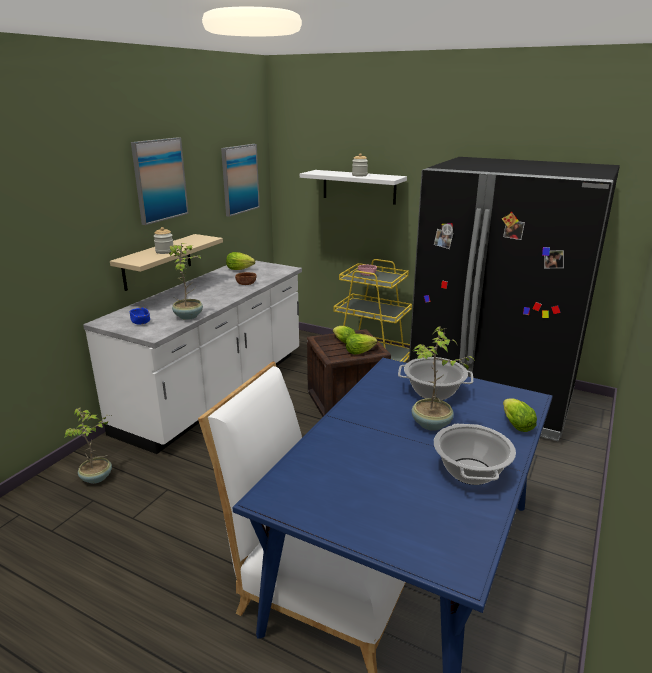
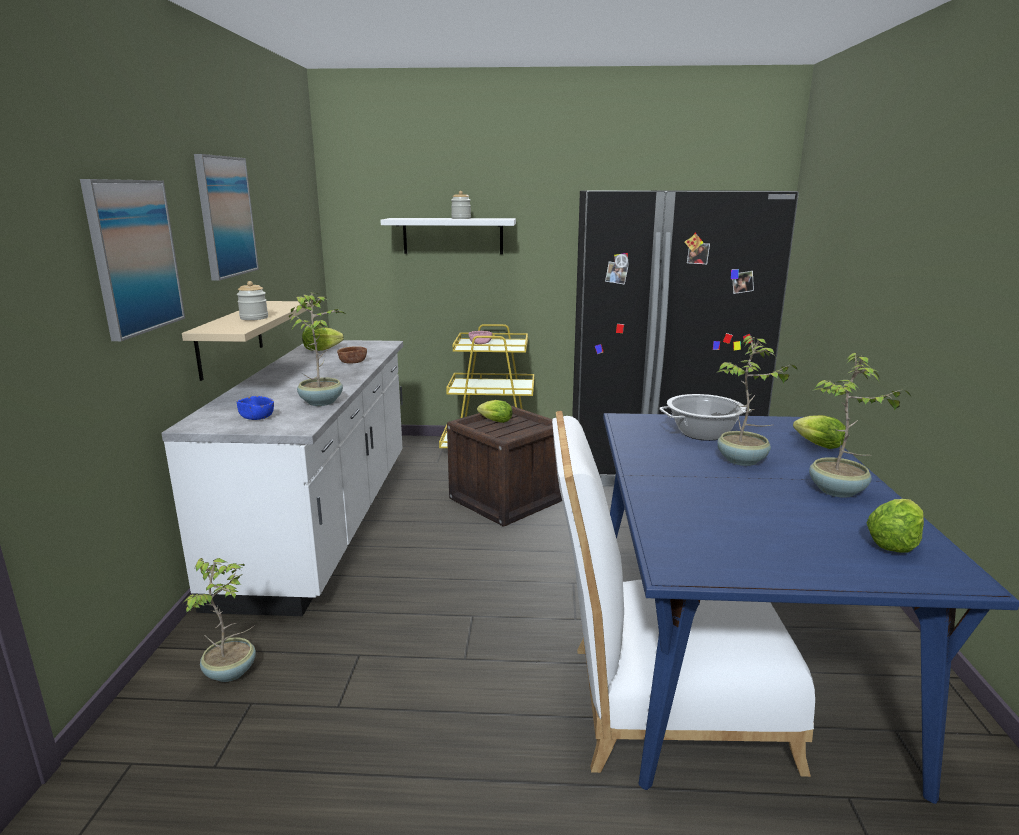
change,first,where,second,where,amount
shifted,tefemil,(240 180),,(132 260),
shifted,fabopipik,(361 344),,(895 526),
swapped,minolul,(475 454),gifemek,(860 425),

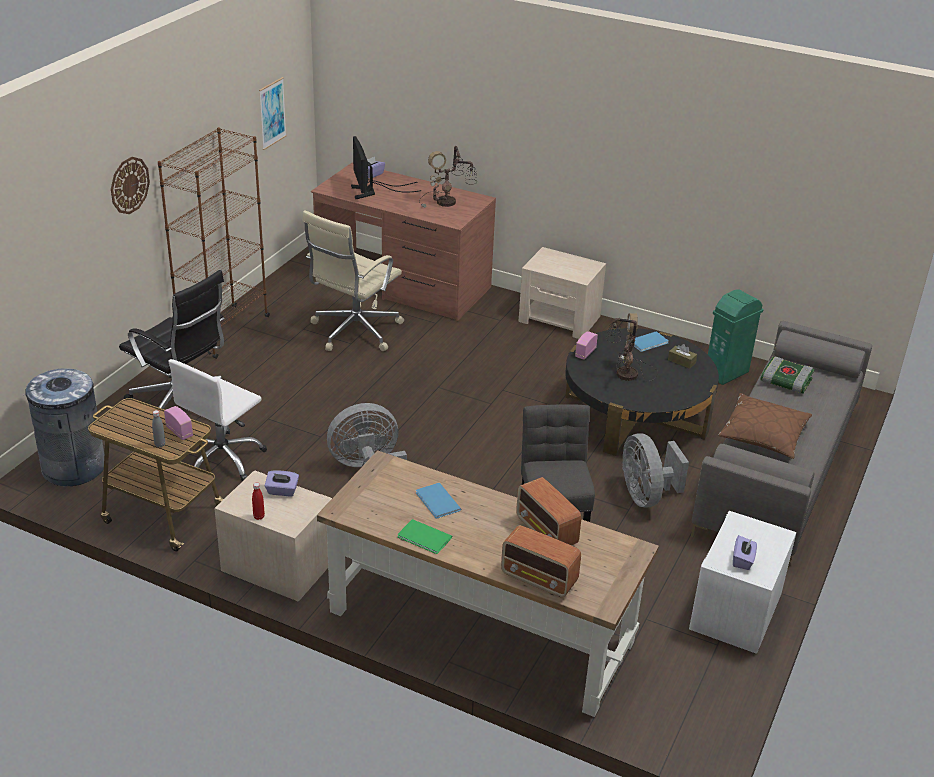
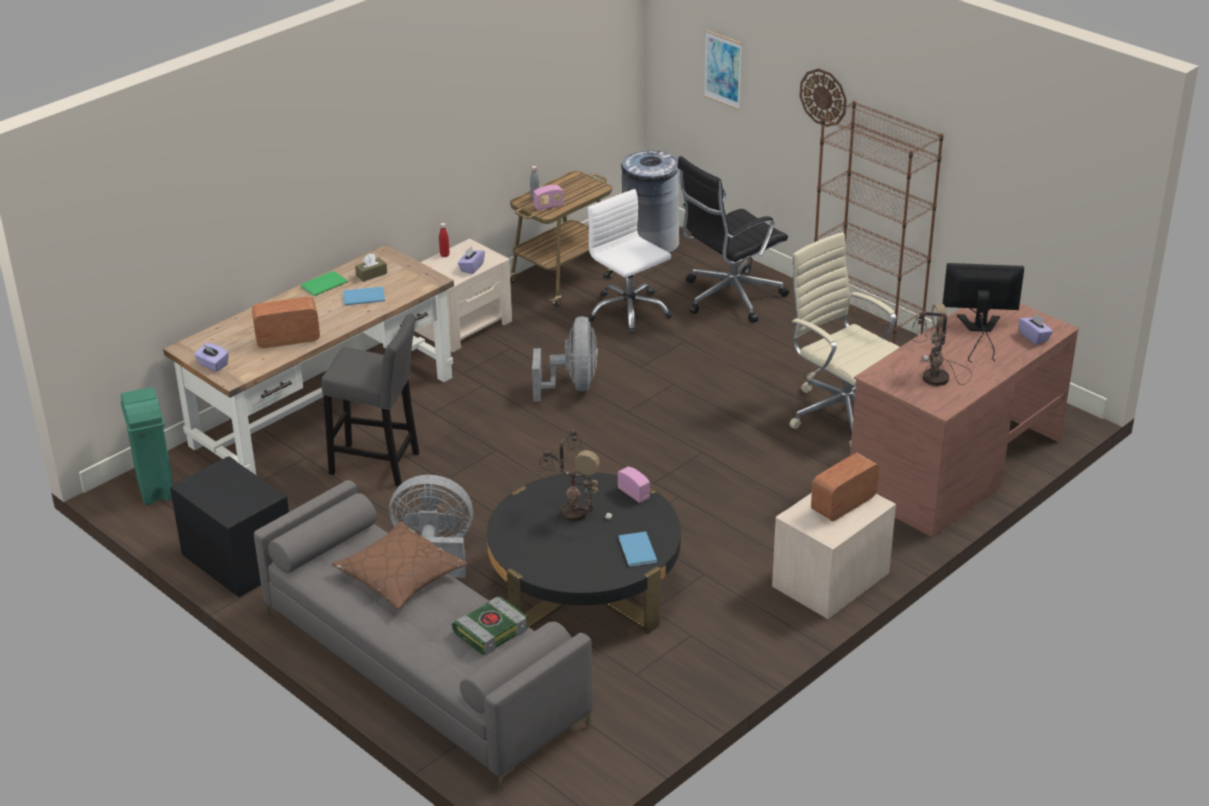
change,first,where,second,where,amount
shifted,tefemil,(273 113),,(723 70),
shifted,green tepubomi,(736 337),,(146 446),
shifted,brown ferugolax,(682 356),,(371 268),
repainted,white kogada,(742 582),black kogada,(229 526),
shifted,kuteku,(541 561),,(845 487),
shifted,purple ferugolax,(745 552),,(211 357),

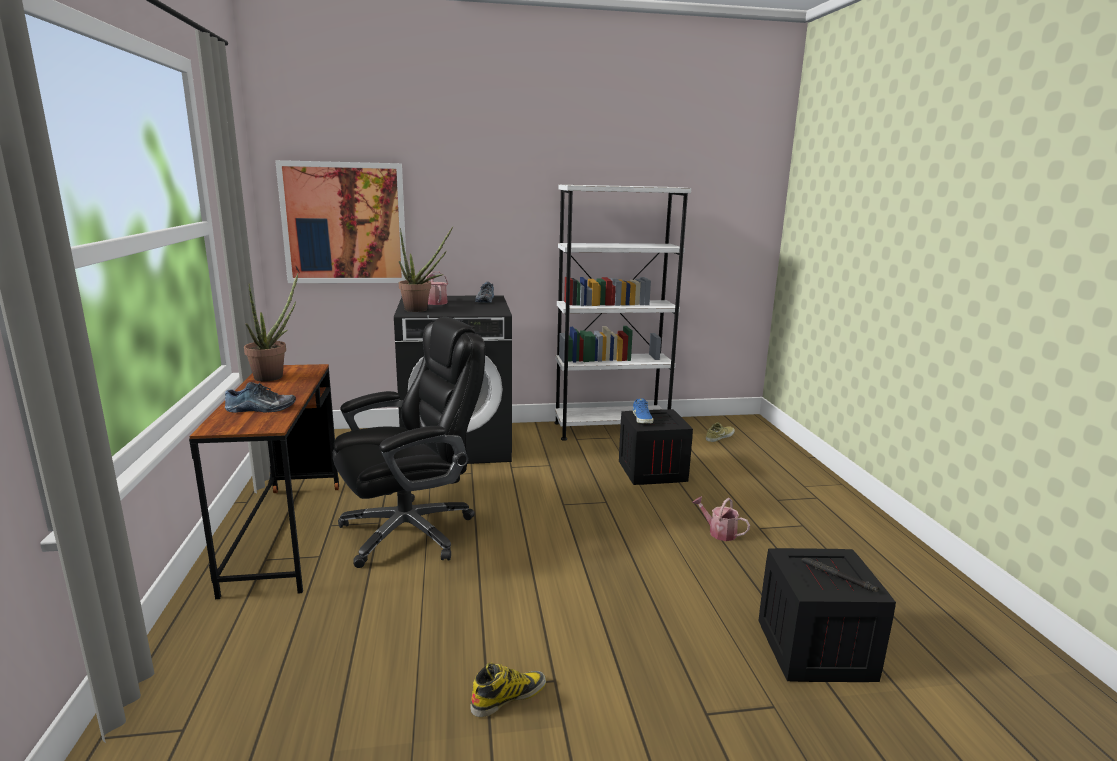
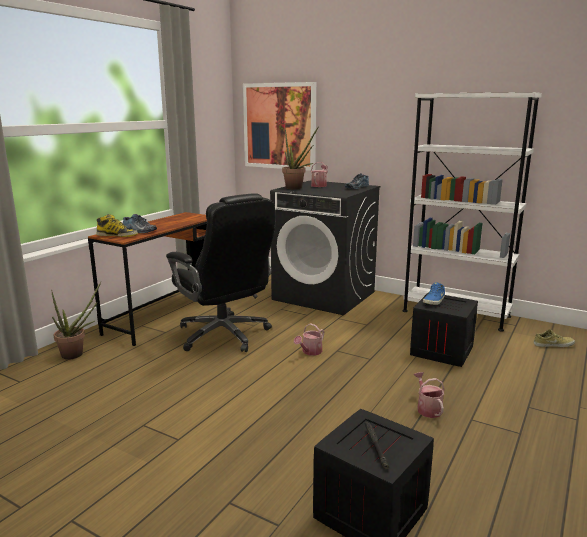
change,first,where,second,where,amount
shifted,gifemek,(271 327),,(76 321),
rotated,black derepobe,(409 442),,(220 272),45 degrees clockwise
shifted,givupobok,(508 689),,(117 225),
new,,,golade,(309 339),

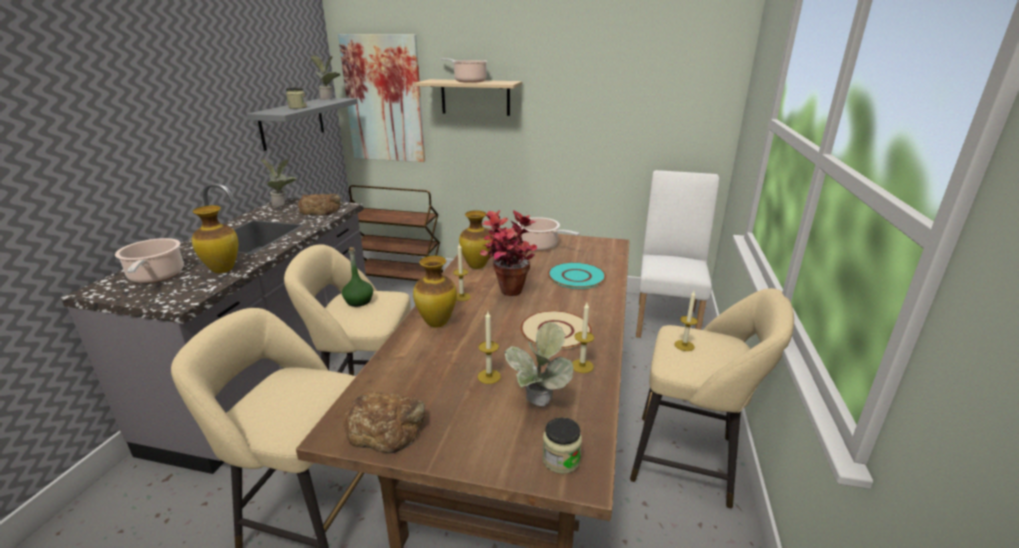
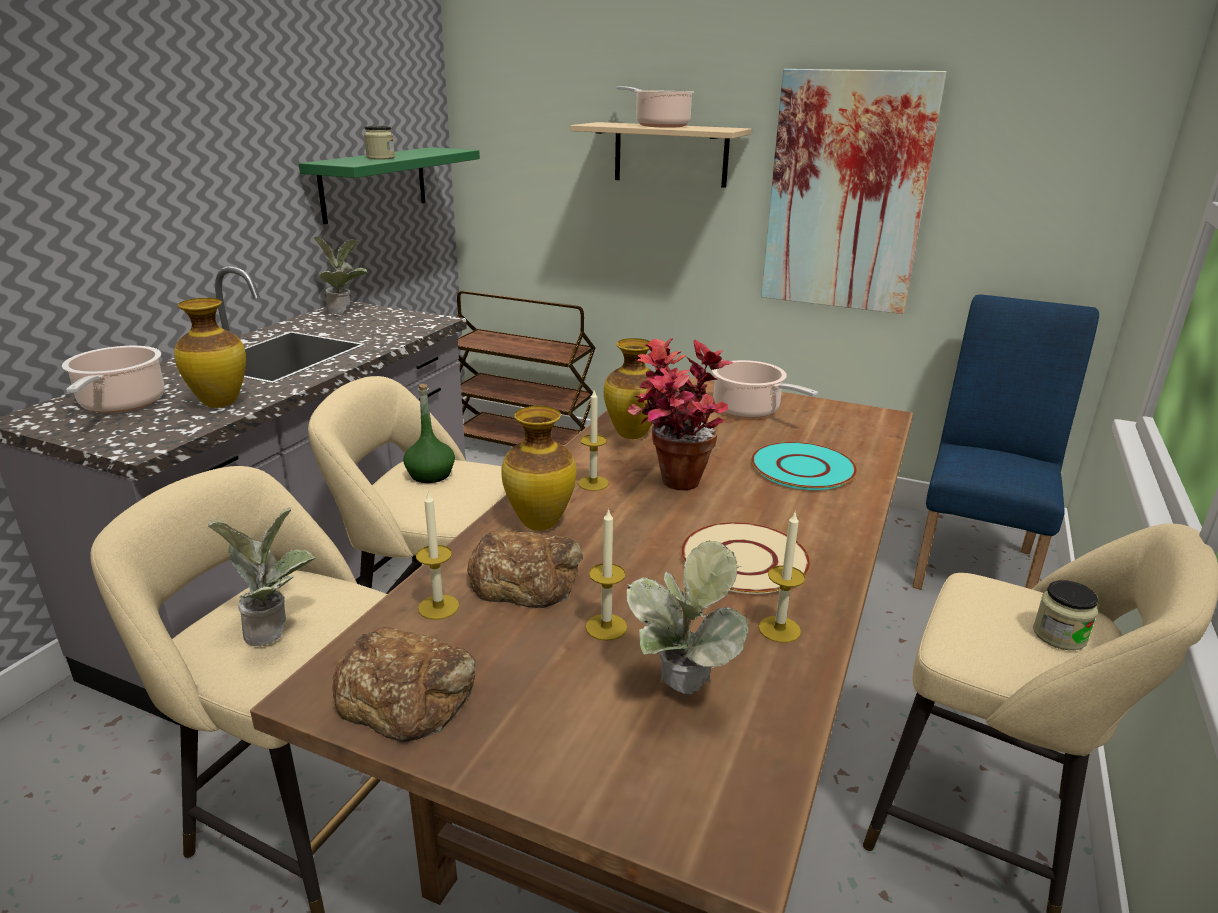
change,first,where,second,where,amount
shifted,tefemil,(381 98),,(854 191),
shifted,gifemek,(325 77),,(261 577),
repainted,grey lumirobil,(301 124),green lumirobil,(389 185),
repainted,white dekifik,(677 254),blue dekifik,(1005 442),
shifted,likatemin,(319 204),,(525 569),
shifted,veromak,(686 321),,(437 556),
shifted,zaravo,(562 445),,(1065 615),

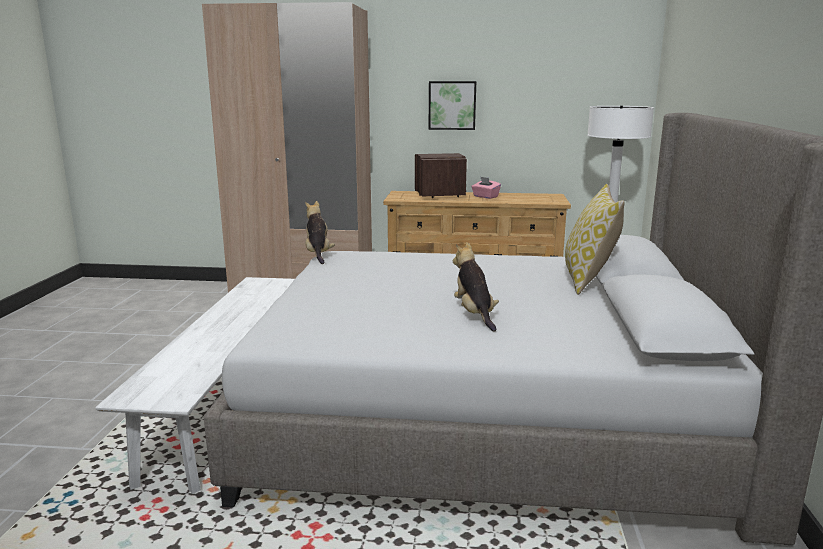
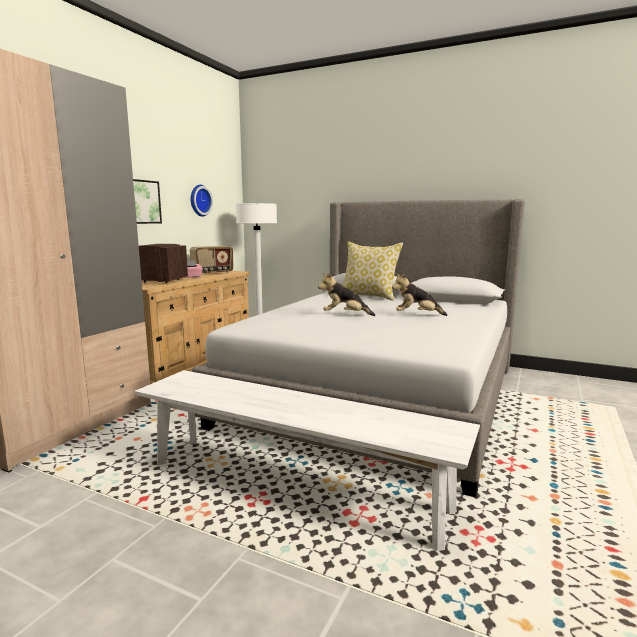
change,first,where,second,where,amount
shifted,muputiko,(320 232),,(347 294),
new,,,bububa,(201 201),
new,,,kuteku,(211 260),

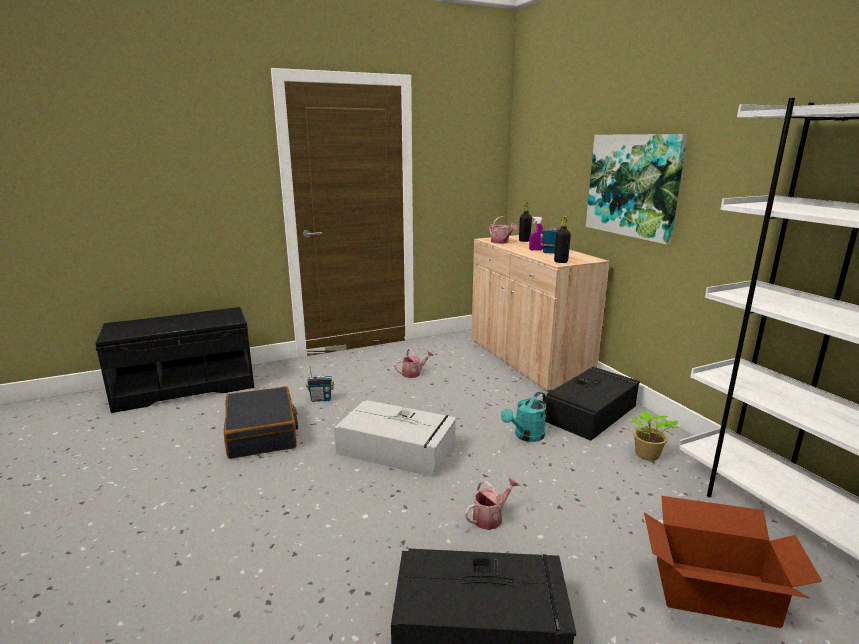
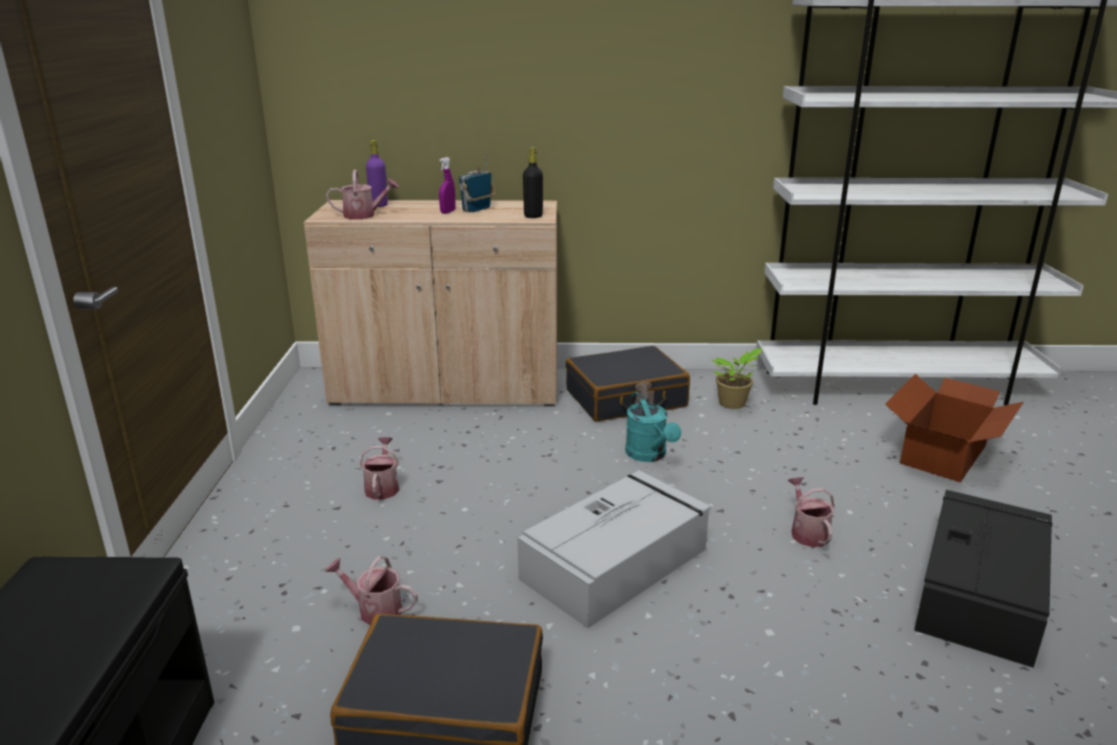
change,first,where,second,where,amount
gone,tefemil,(637 189),,,
repainted,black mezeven,(525 222),purple mezeven,(377 173),
swapped,kuteku,(320 383),golade,(371 590),
swapped,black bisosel,(592 404),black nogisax,(628 383),

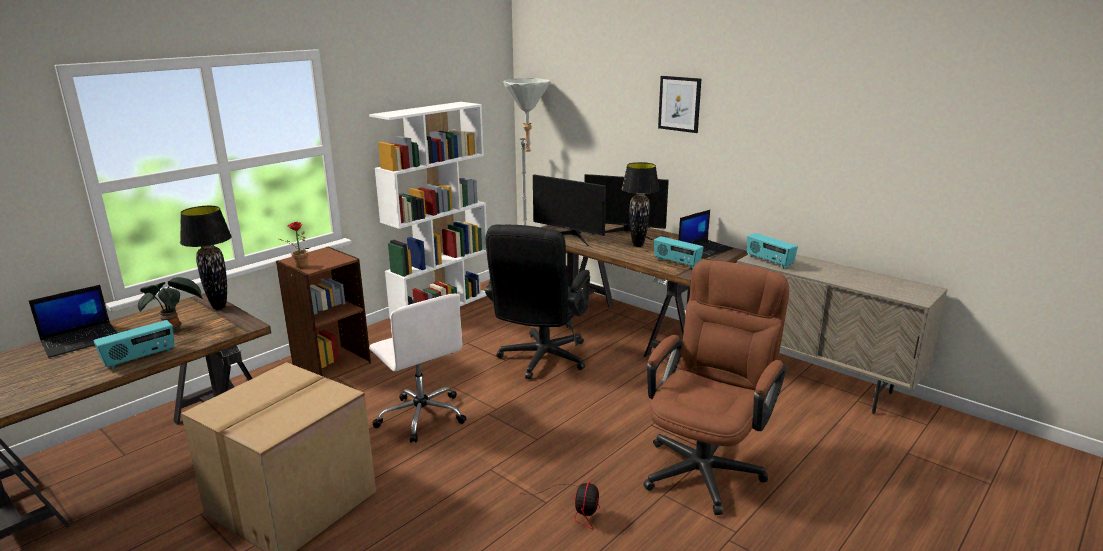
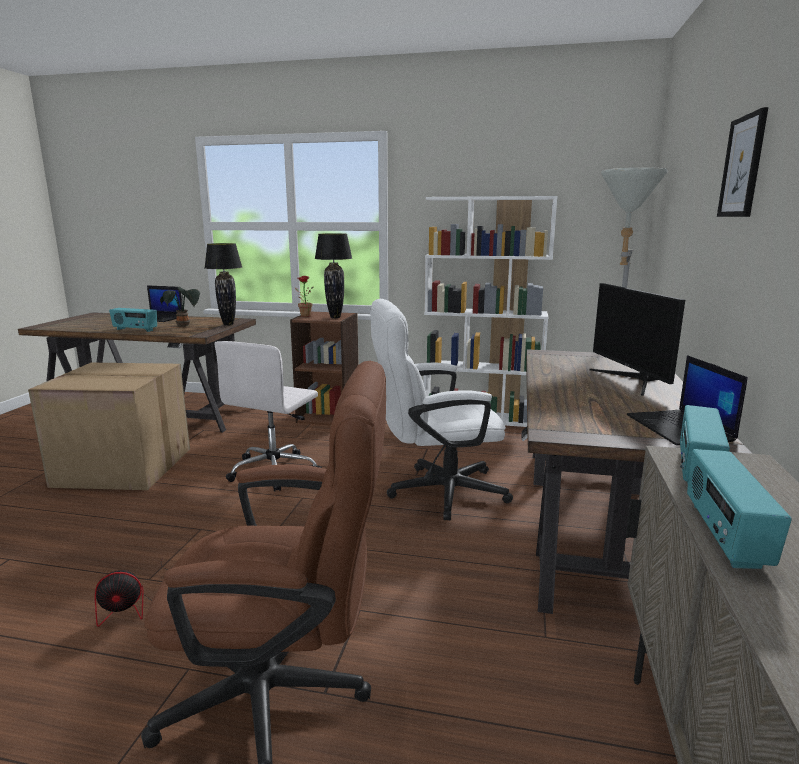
change,first,where,second,where,amount
shifted,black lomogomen,(640 204),,(333 275),
gone,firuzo,(569 210),,,
rotated,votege,(706 234),,(687 400),60 degrees clockwise
repainted,black derepobe,(537 301),white derepobe,(441 410),
shifted,kuteku,(678 252),,(739 509),

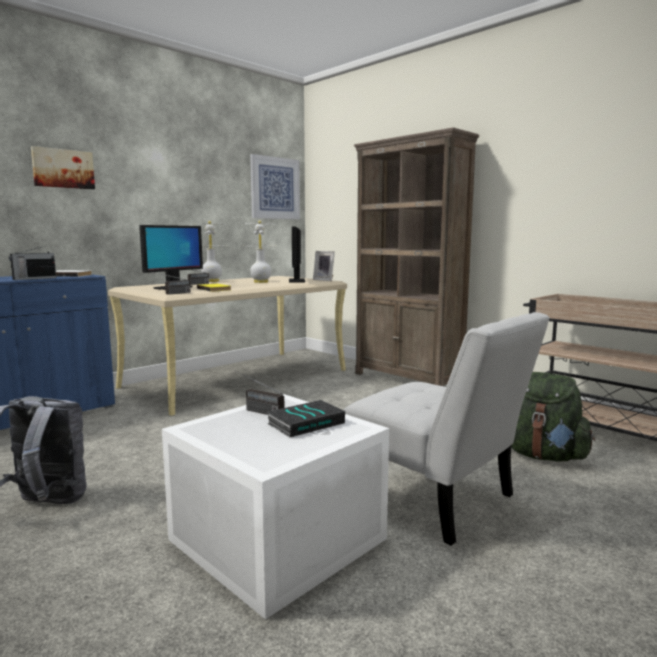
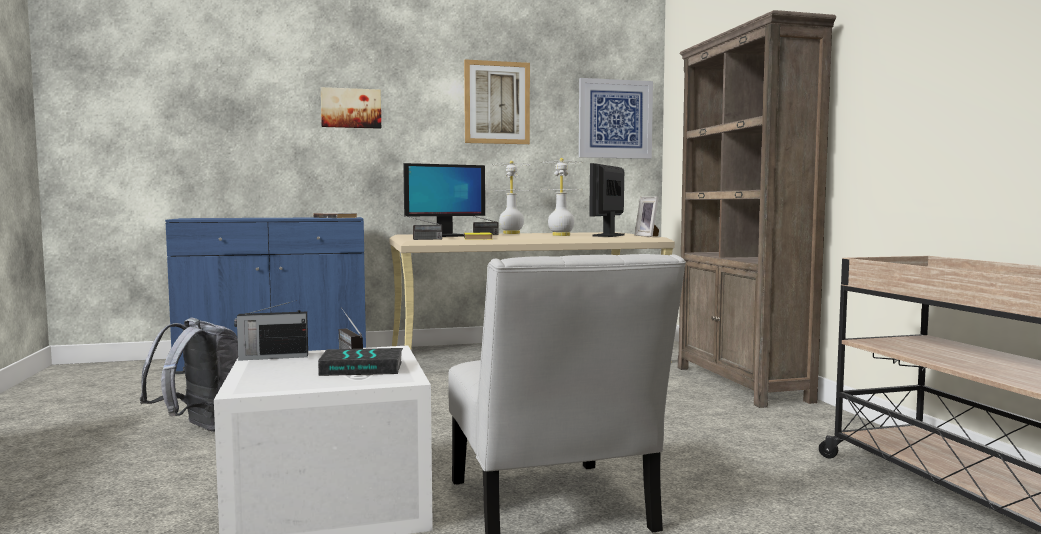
change,first,where,second,where,amount
shifted,kuteku,(32 263),,(271 330),
gone,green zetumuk,(553 416),,,
new,,,tefemil,(497 101),

